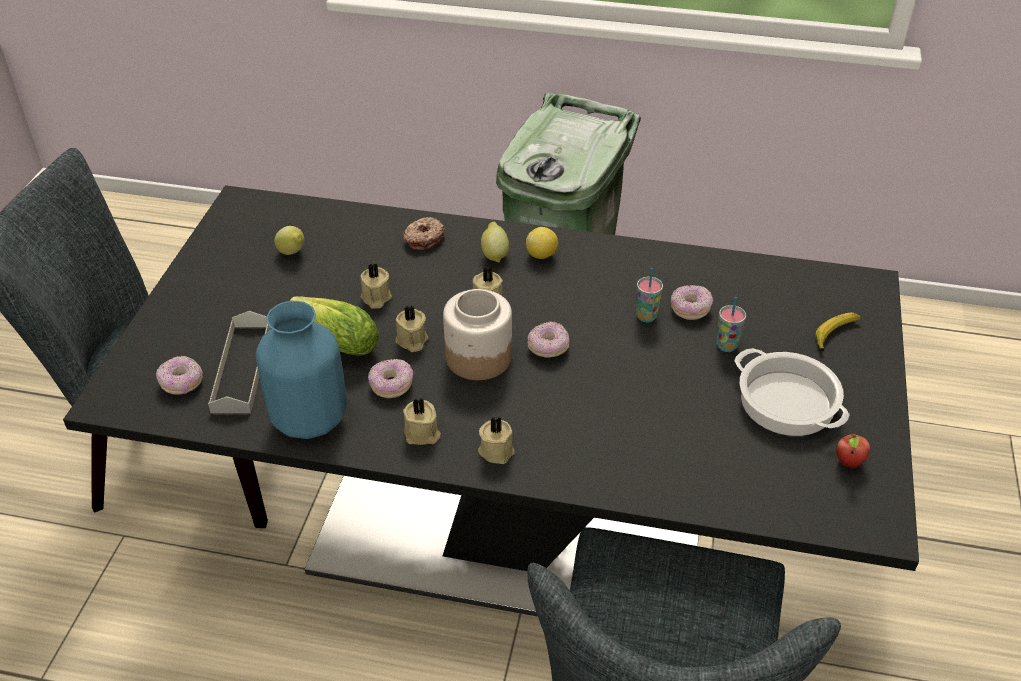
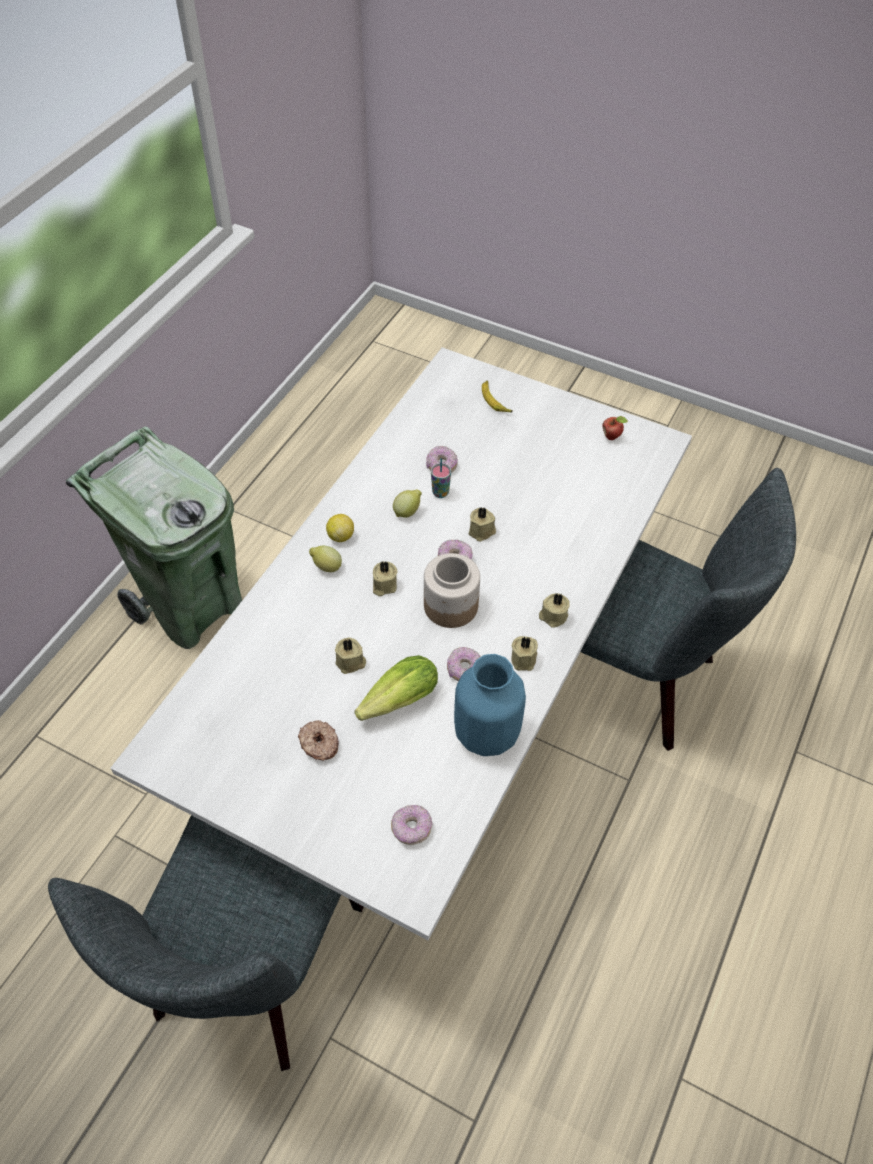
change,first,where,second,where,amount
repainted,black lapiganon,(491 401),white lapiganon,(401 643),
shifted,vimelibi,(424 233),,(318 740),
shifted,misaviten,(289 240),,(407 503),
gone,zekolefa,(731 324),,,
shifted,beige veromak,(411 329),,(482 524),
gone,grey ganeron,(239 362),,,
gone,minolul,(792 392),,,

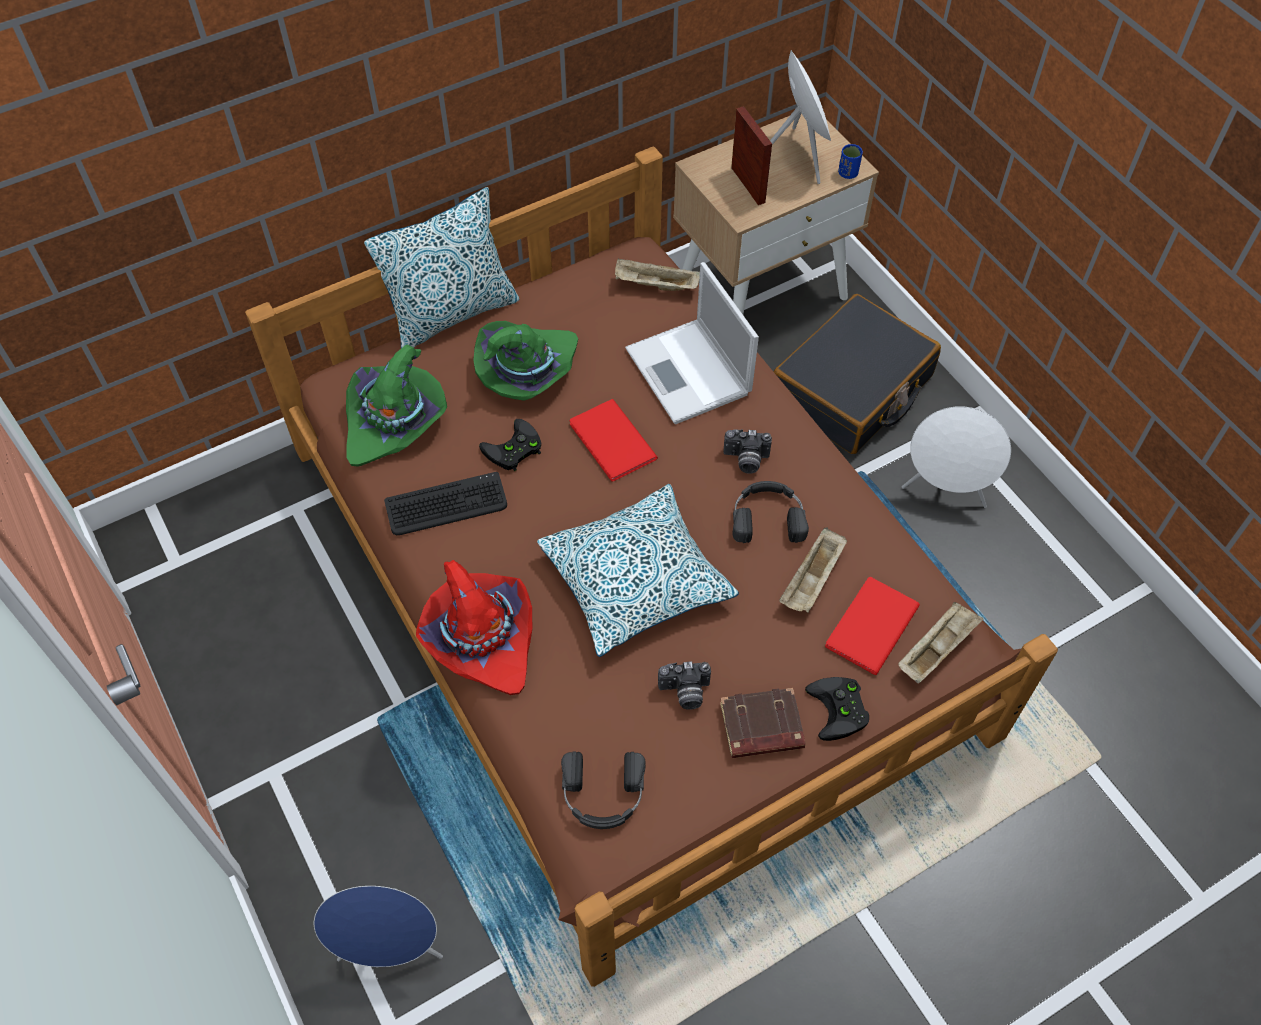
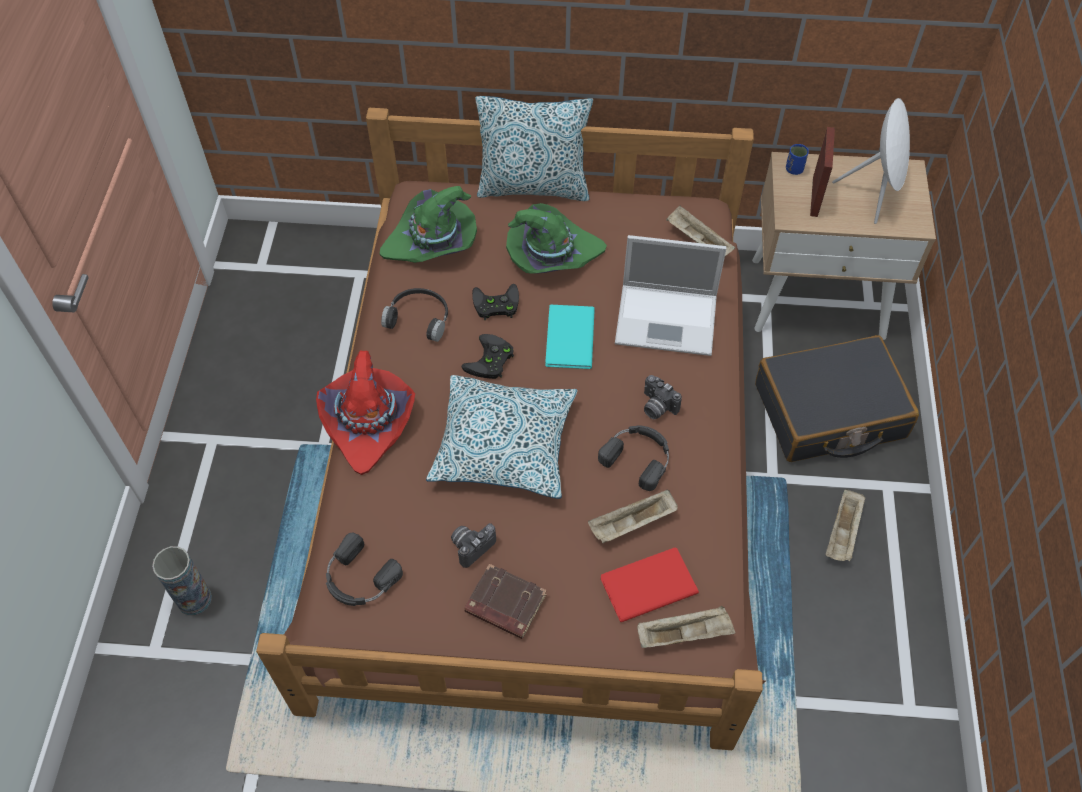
change,first,where,second,where,amount
shifted,blue zekolefa,(850 161),,(797 159),
rotated,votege,(692 343),,(670 295),90 degrees counterclockwise
repainted,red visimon,(614 440),turquoise visimon,(570 337),
swapped,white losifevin,(956 457),beige ganeron,(845 525),
swapped,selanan,(445 503),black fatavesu,(414 315),
rotated,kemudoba,(684 685),,(473 545),105 degrees clockwise
shifted,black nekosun,(837 709),,(488 356),
swapped,blue losifevin,(378 926),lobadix,(182 580),

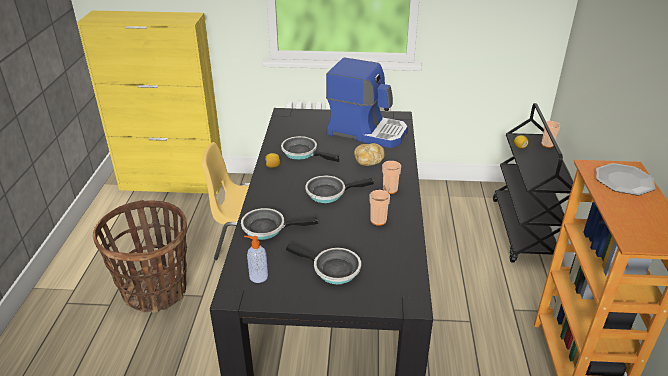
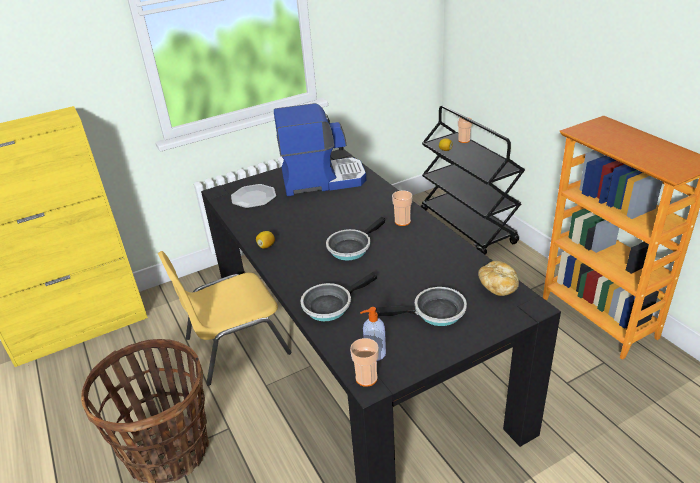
change,first,where,second,where,amount
gone,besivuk,(310 149),,,
shifted,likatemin,(369 154),,(498 278),
shifted,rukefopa,(625 179),,(253 196),
shifted,zekolefa,(379 208),,(364 362),

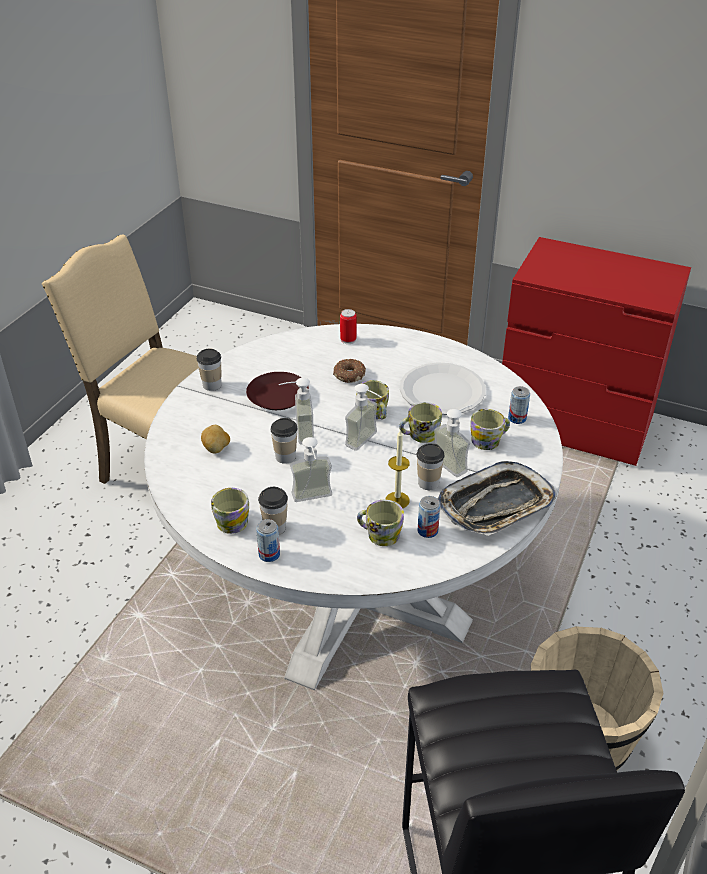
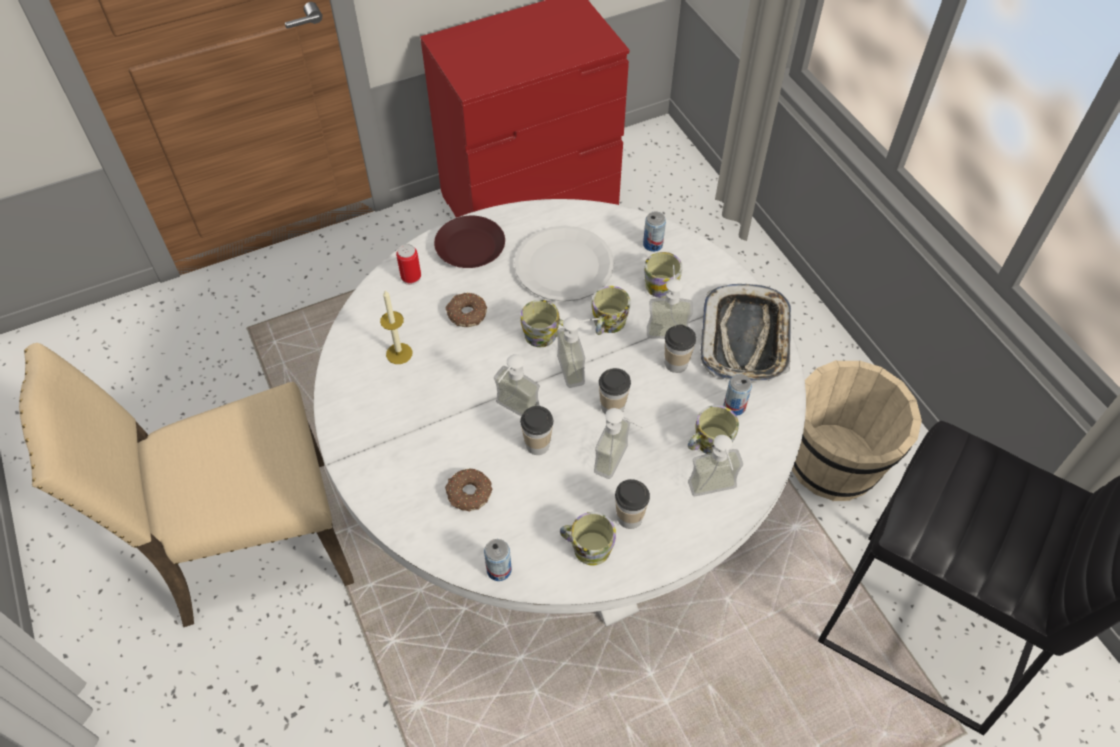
change,first,where,second,where,amount
shifted,zekolefa,(209 369),,(615 391),
shifted,brown rukefopa,(277 391),,(469 242),
swapped,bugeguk,(215 439),vimelibi,(468 489),
shifted,veromak,(397 469),,(396 327),
shifted,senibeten,(268 540),,(498 560),
new,,,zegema,(715 465),

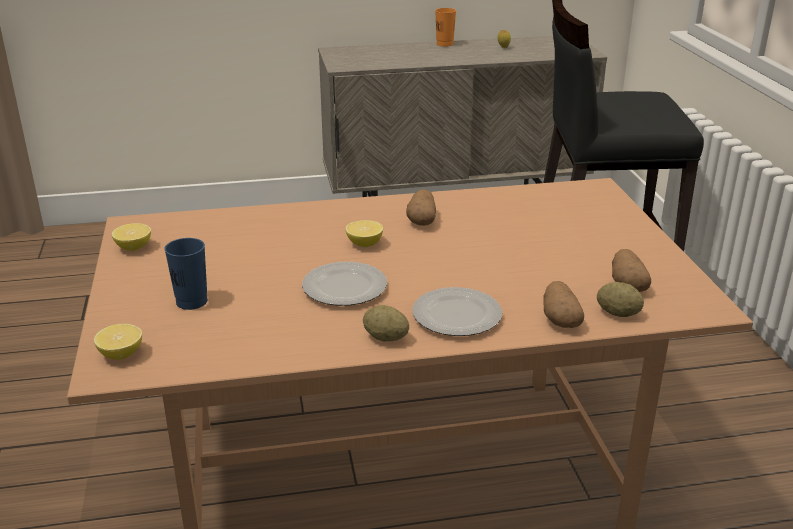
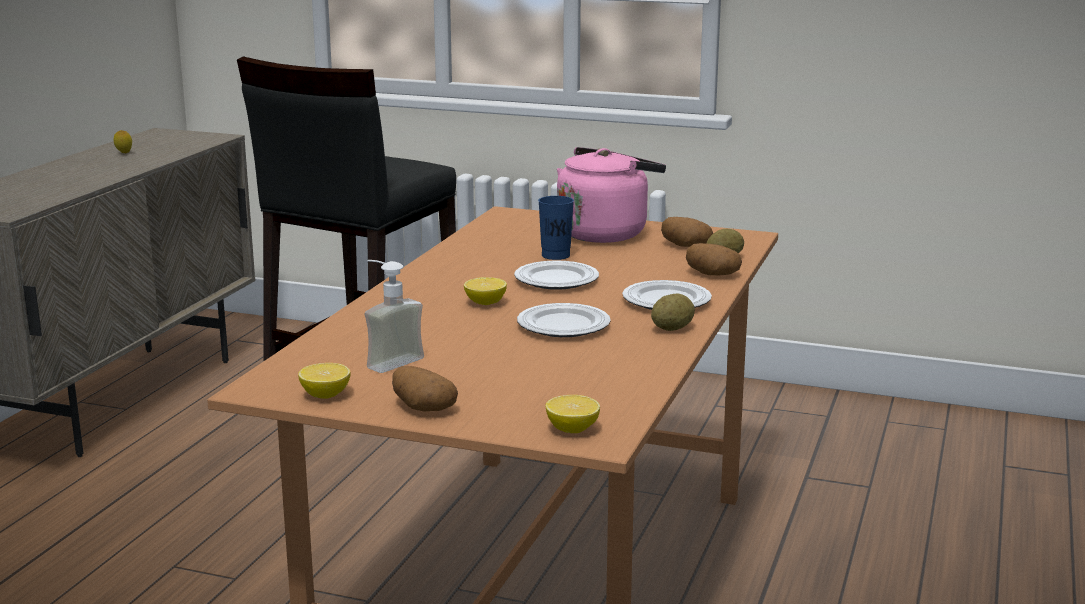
change,first,where,second,where,amount
gone,orange zekolefa,(445 27),,,
shifted,bugeguk,(421 208),,(425 388),
shifted,blue zekolefa,(186 274),,(556 228),
new,,,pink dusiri,(611 195),
new,,,zegema,(394 316),
new,,,rukefopa,(556 275),

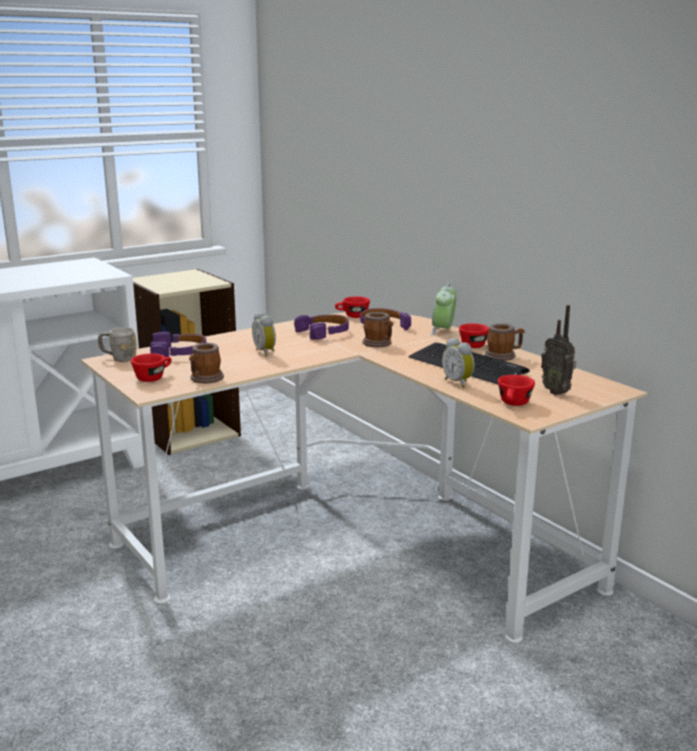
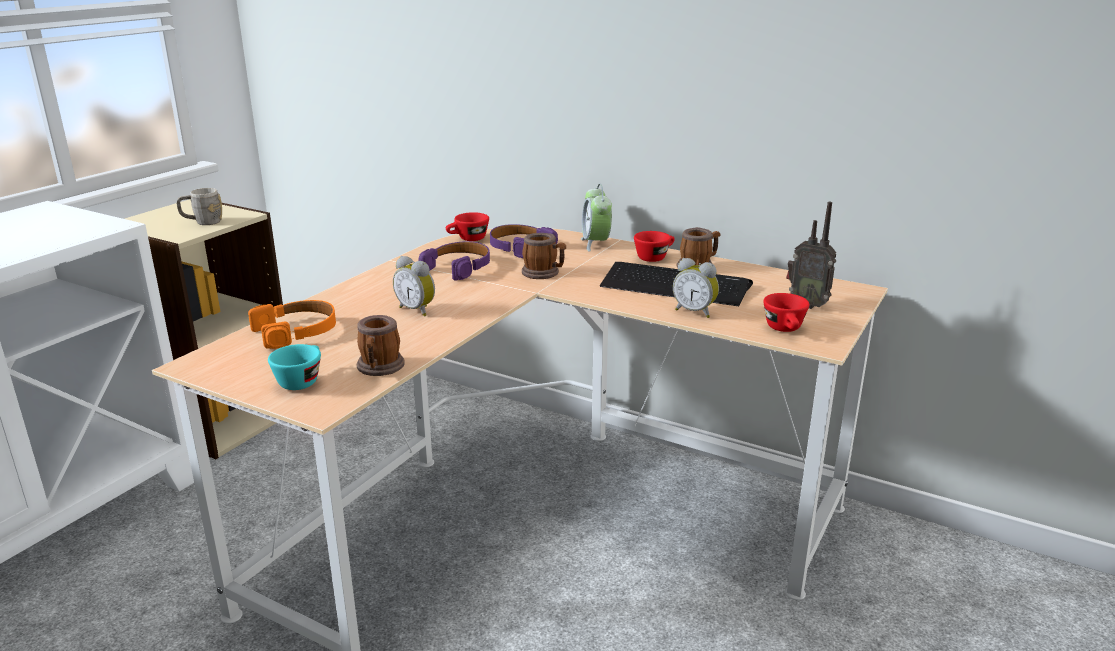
change,first,where,second,where,amount
shifted,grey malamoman,(117 344),,(199 206),
repainted,purple fatavesu,(178 344),orange fatavesu,(292 324),
repainted,red zekolefa,(151 367),turquoise zekolefa,(294 367),

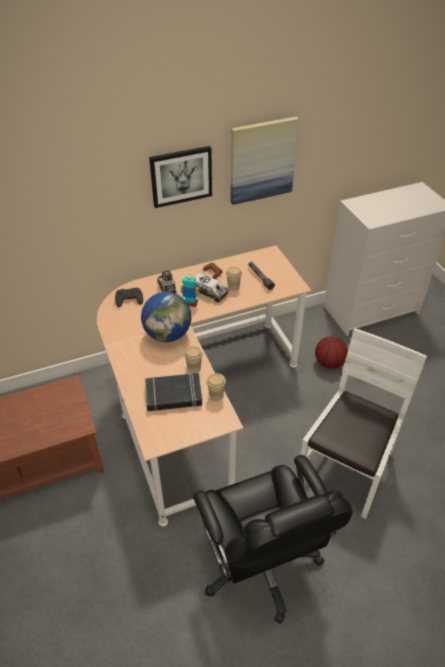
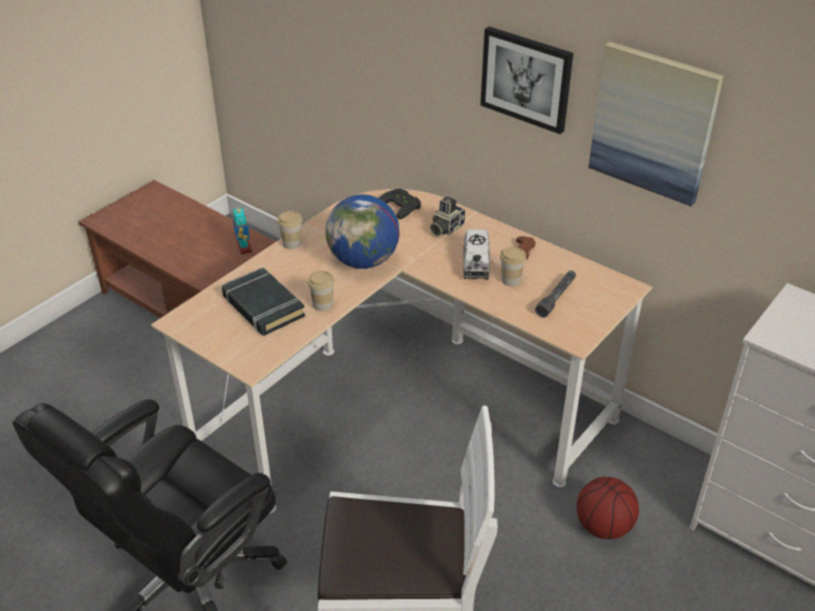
change,first,where,second,where,amount
shifted,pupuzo,(189 290),,(242 230),
shifted,zekolefa,(216 387),,(289 230),

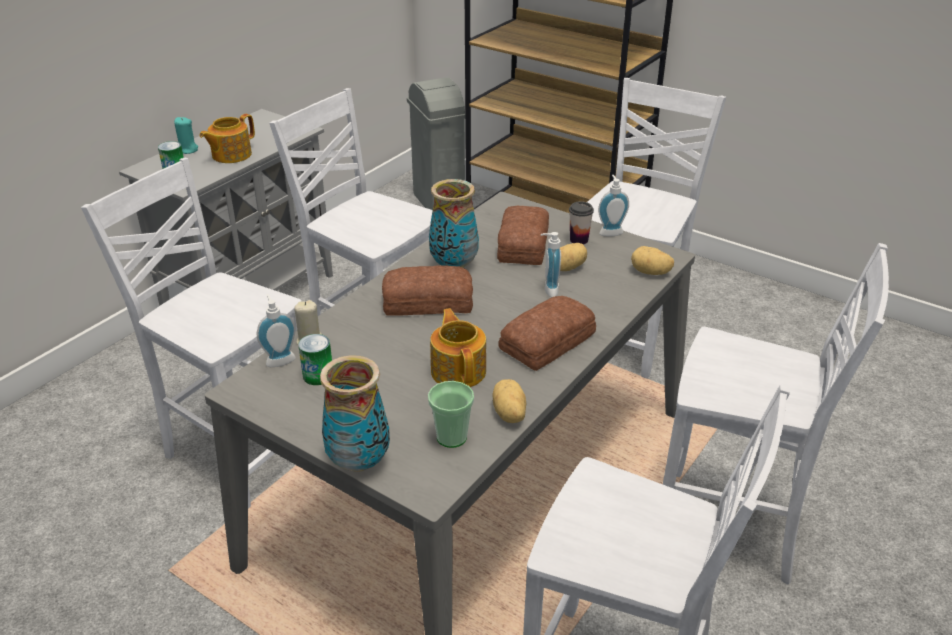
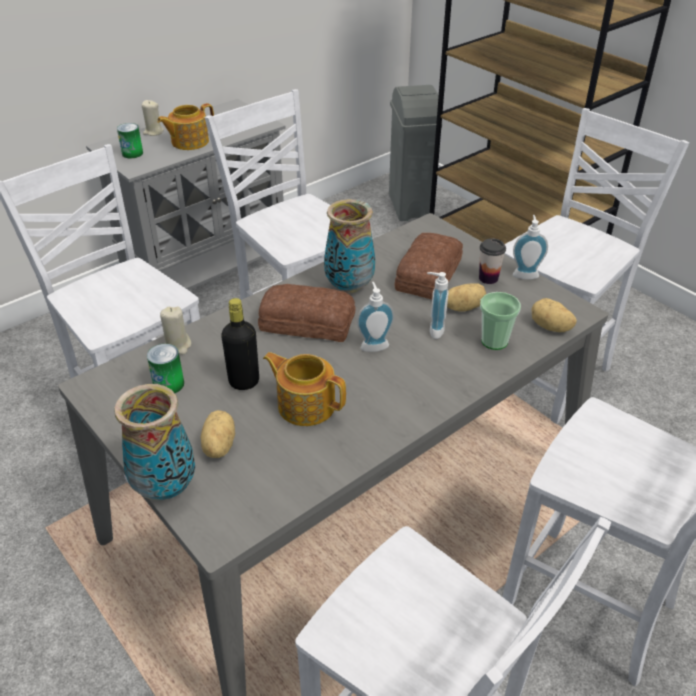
change,first,where,second,where,amount
repainted,turquoise veromak,(186 135),beige veromak,(153 118),
shifted,zegema,(276 330),,(375 317),
gone,likatemin,(547 333),,,
rotated,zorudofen,(458 347),,(304 389),60 degrees counterclockwise
shifted,bugeguk,(509 401),,(218 434),
shifted,zekolefa,(451 414),,(500 321),
new,,,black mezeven,(240 344),

